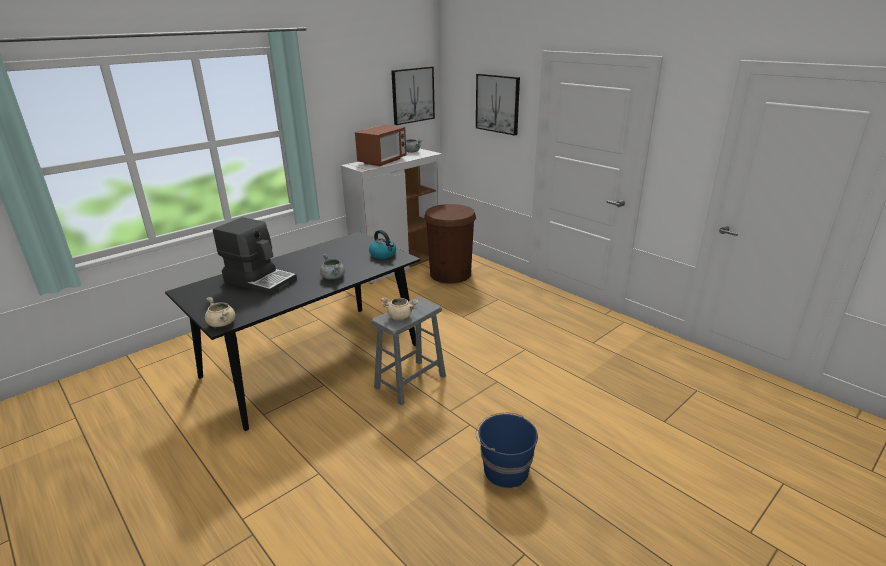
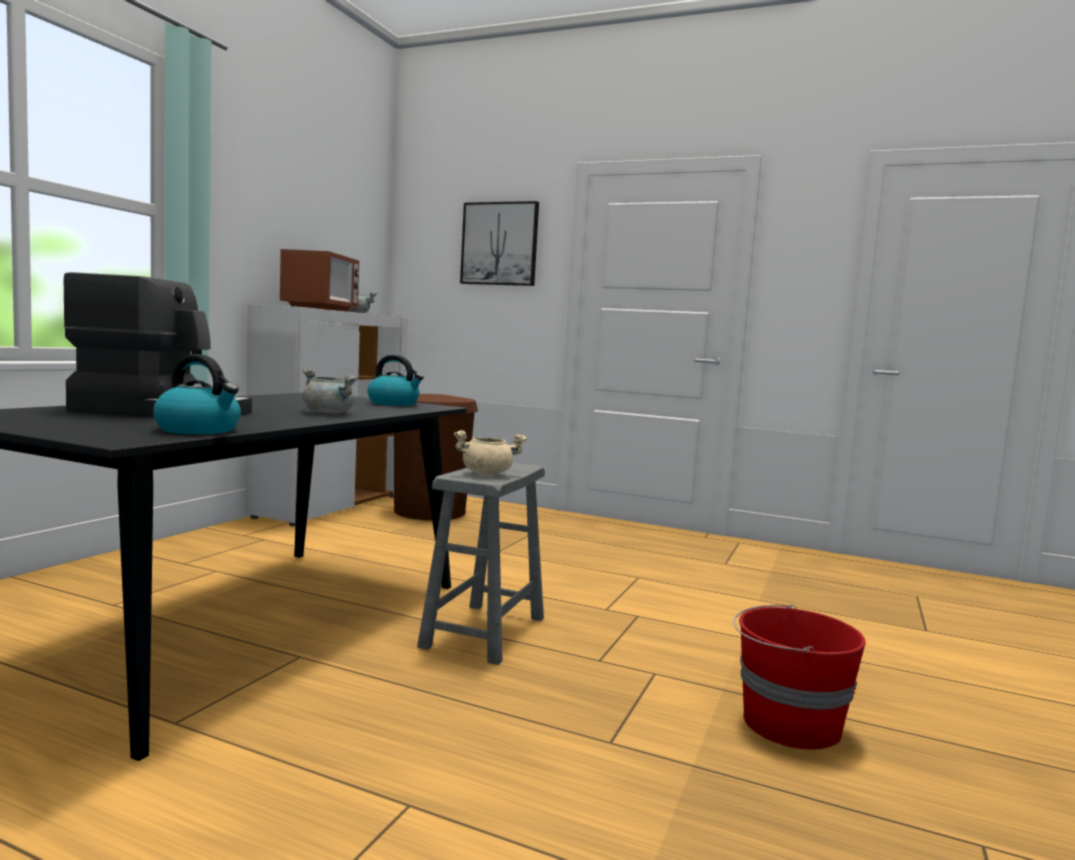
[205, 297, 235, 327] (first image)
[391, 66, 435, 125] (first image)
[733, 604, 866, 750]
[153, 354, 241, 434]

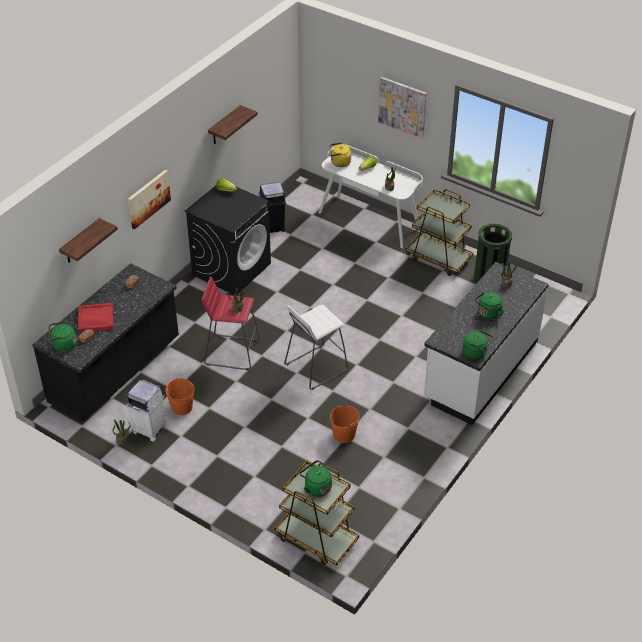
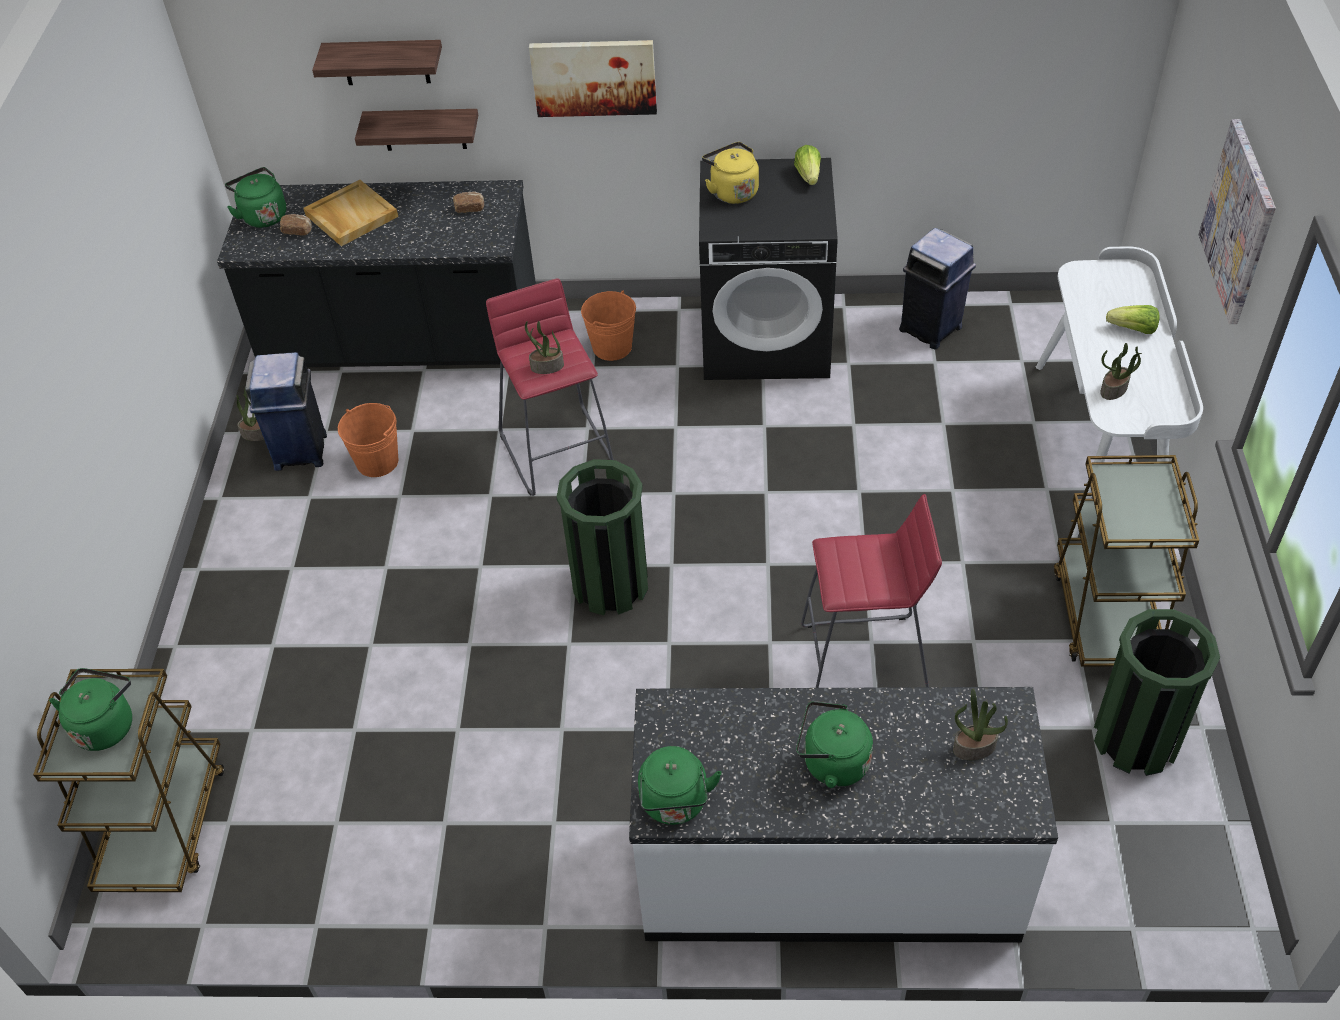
[304, 180, 398, 246]
[245, 352, 327, 471]
[355, 109, 478, 151]
[557, 459, 648, 615]
[702, 142, 759, 204]
[581, 290, 636, 361]
[801, 494, 942, 688]

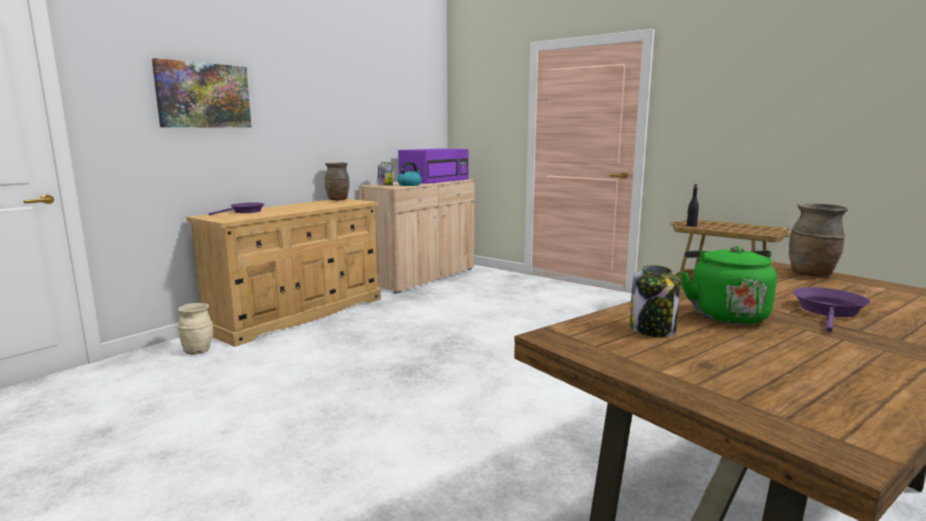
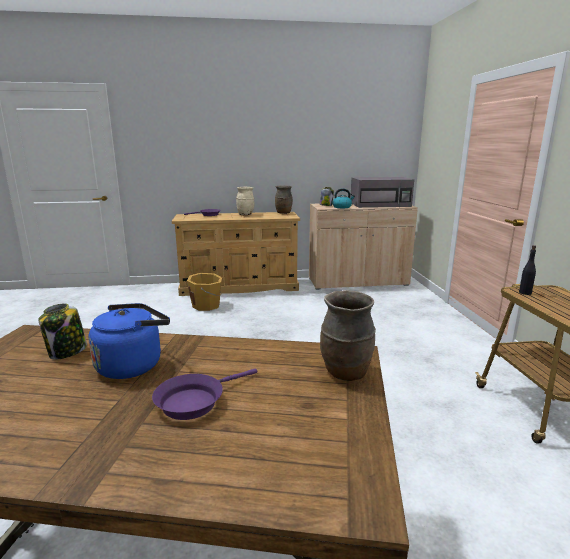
[152, 58, 252, 128] (first image)
[236, 186, 254, 215]
[351, 177, 414, 208]
[88, 303, 170, 379]
[152, 368, 257, 420]
[187, 273, 222, 311]

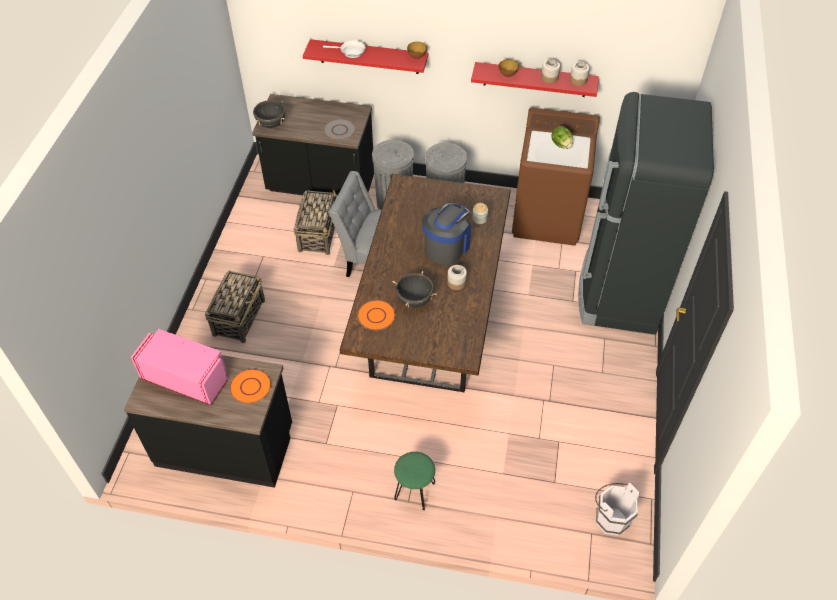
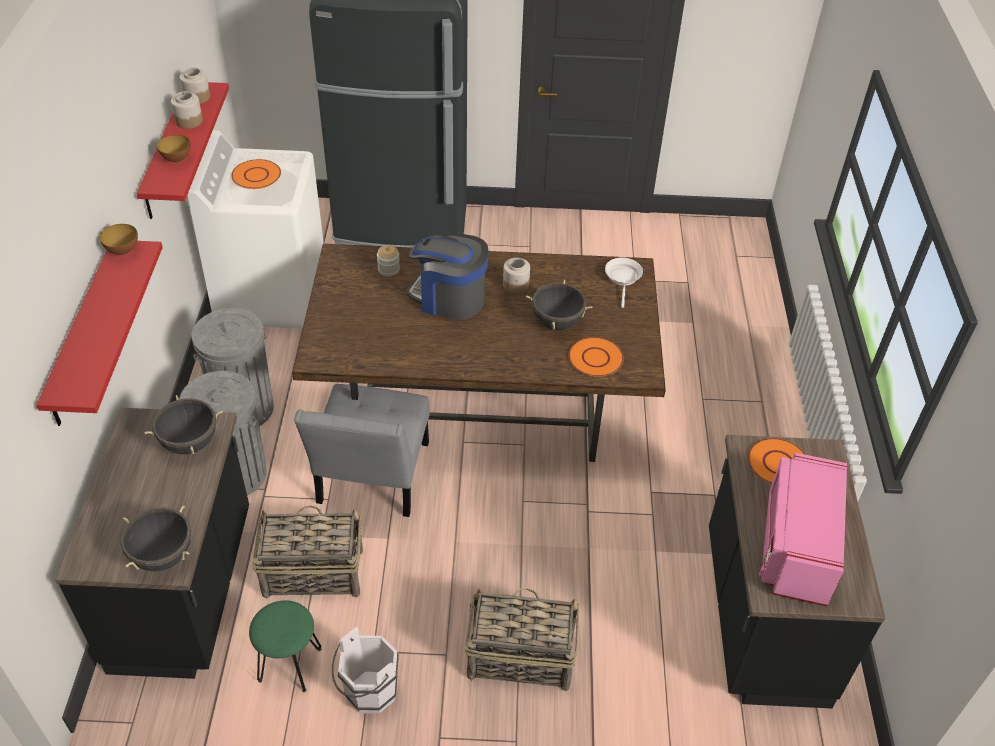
[605, 258, 643, 308]
[145, 395, 223, 454]
[249, 600, 321, 692]
[187, 130, 324, 329]
[231, 159, 281, 189]
[332, 627, 399, 713]

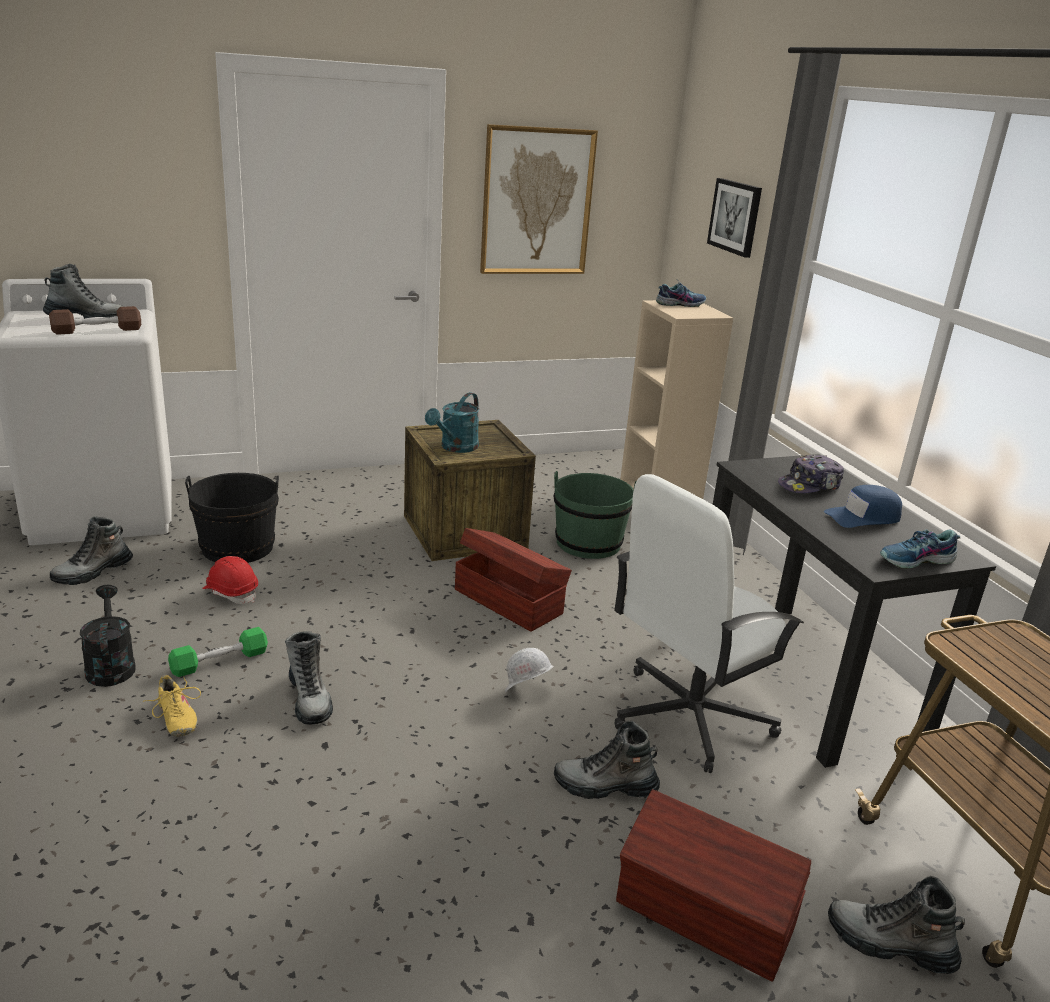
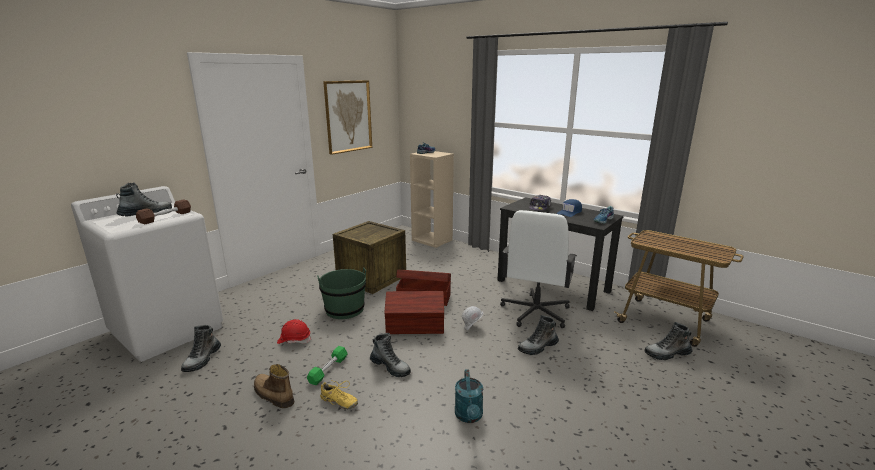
[254, 364, 294, 408]
[185, 473, 279, 563] (first image)
[455, 369, 483, 423]
[317, 267, 366, 319]
[385, 291, 444, 334]
[707, 178, 762, 258] (first image)

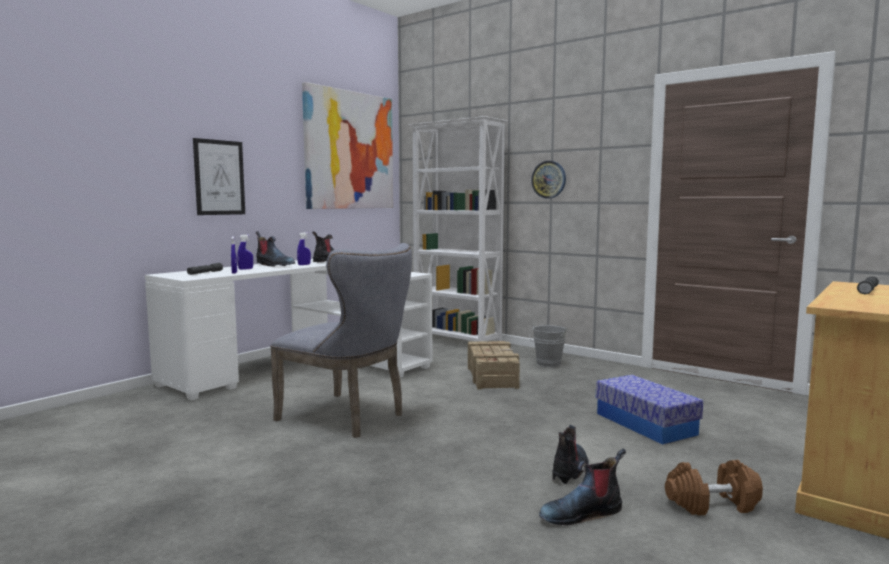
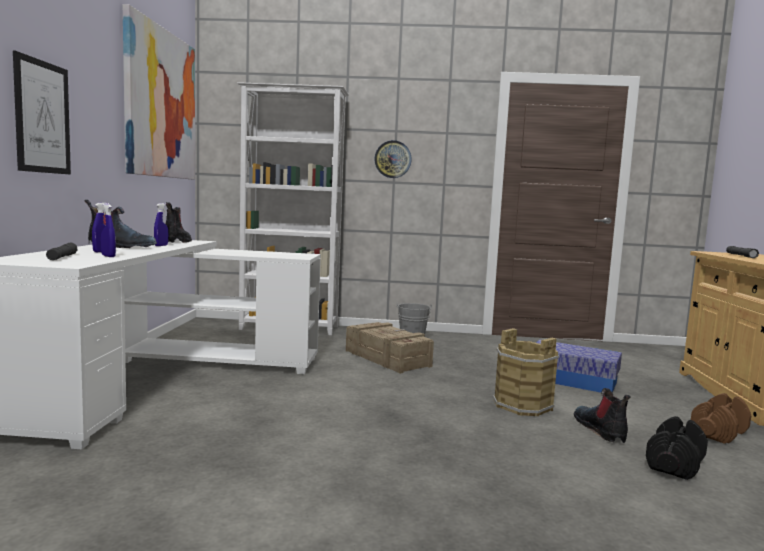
[270, 243, 412, 438] (first image)
[646, 416, 708, 480]
[493, 328, 559, 417]

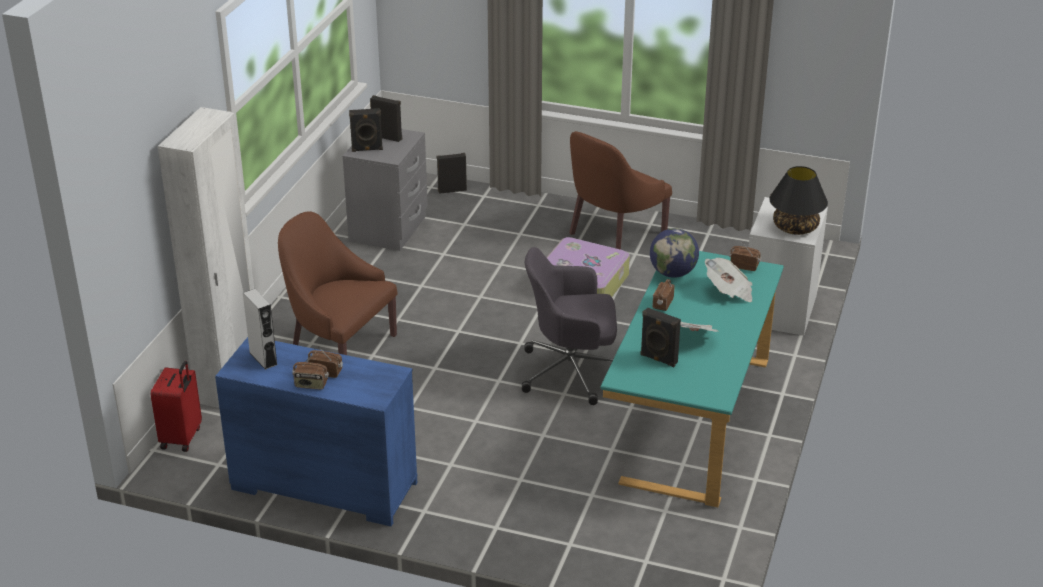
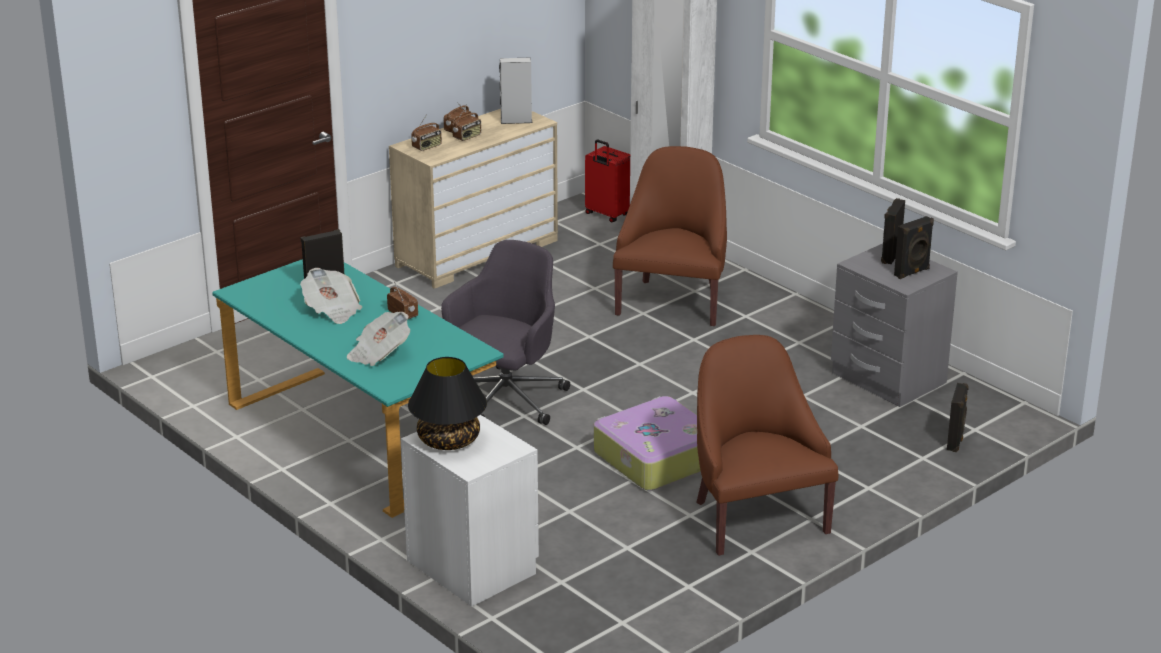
[389, 109, 558, 289]
[613, 146, 727, 326]
[650, 228, 699, 278] (first image)
[411, 114, 442, 151]

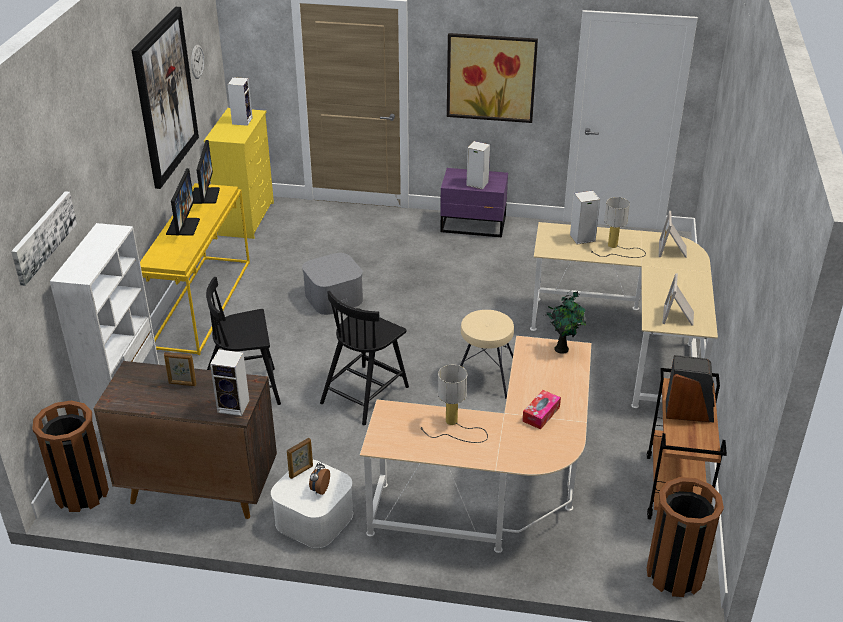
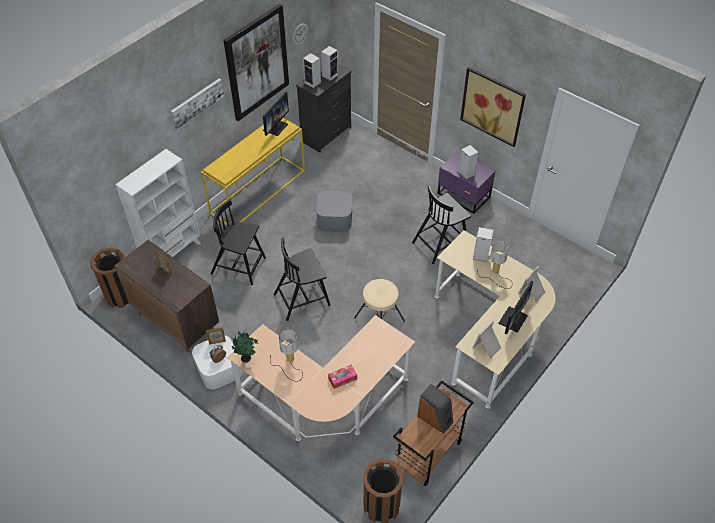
[171, 78, 224, 129]
[498, 280, 534, 334]
[296, 64, 352, 153]
[303, 53, 321, 88]
[232, 330, 258, 363]
[412, 184, 471, 264]

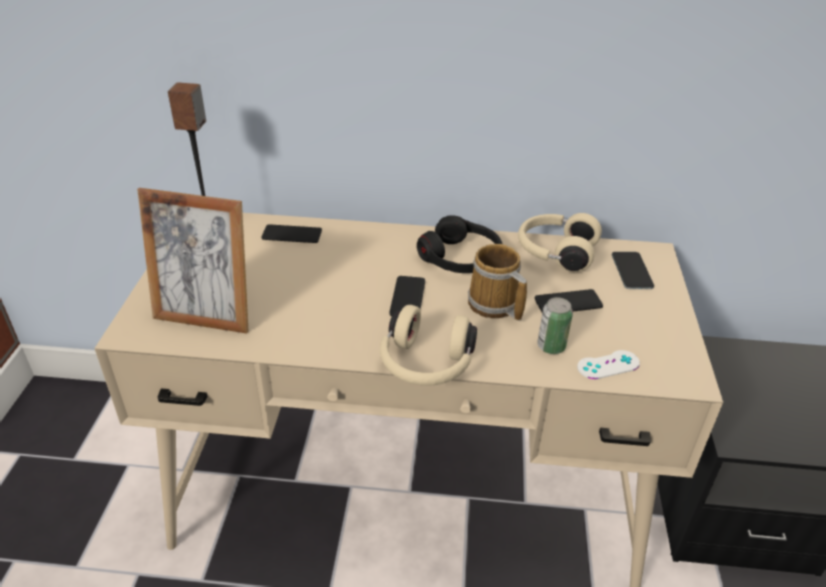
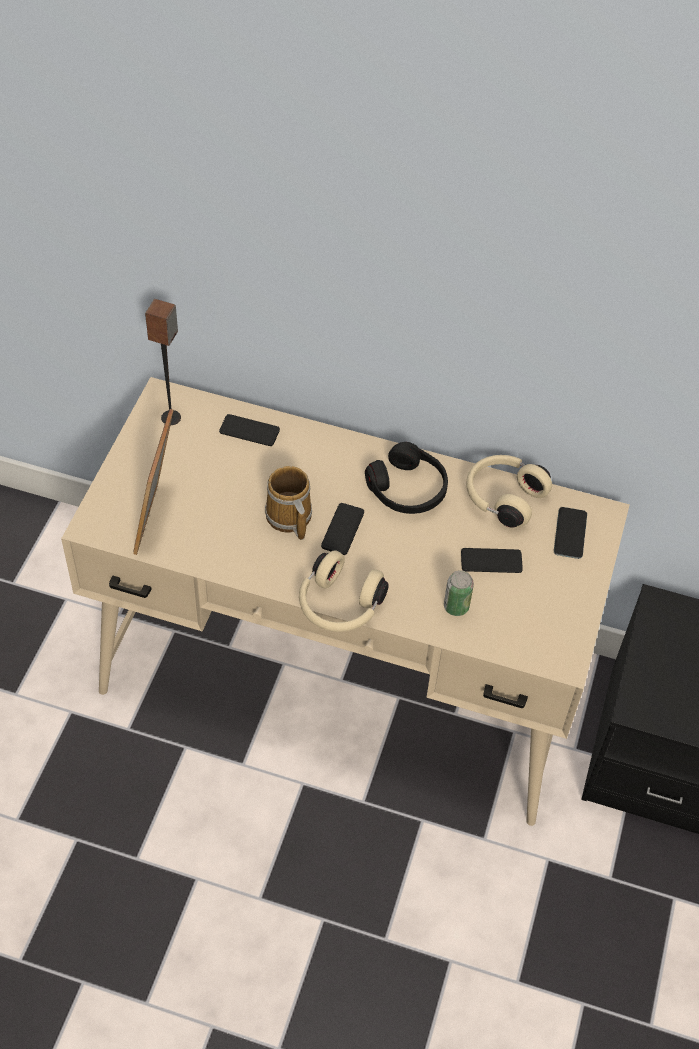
[133, 409, 174, 555]
[265, 466, 312, 540]
[577, 350, 640, 379] (first image)

